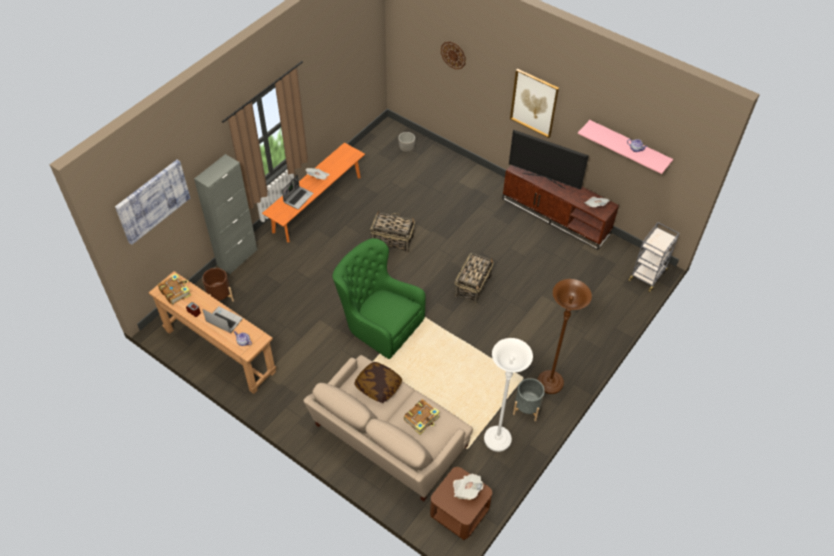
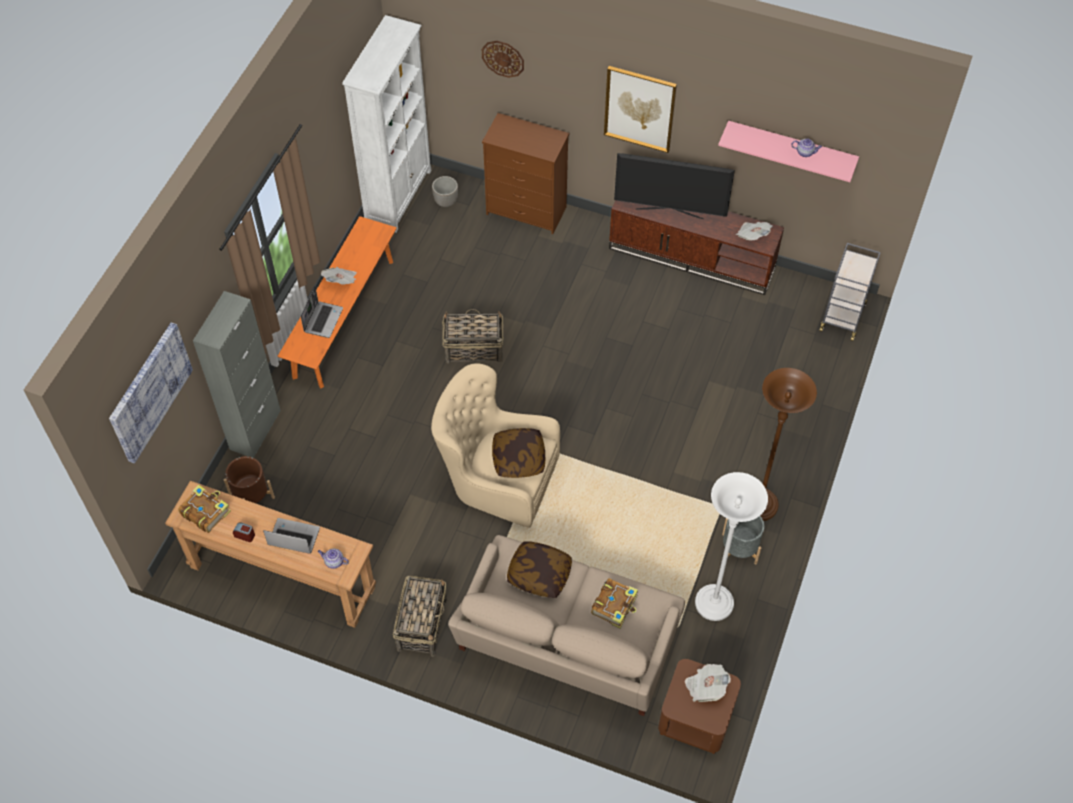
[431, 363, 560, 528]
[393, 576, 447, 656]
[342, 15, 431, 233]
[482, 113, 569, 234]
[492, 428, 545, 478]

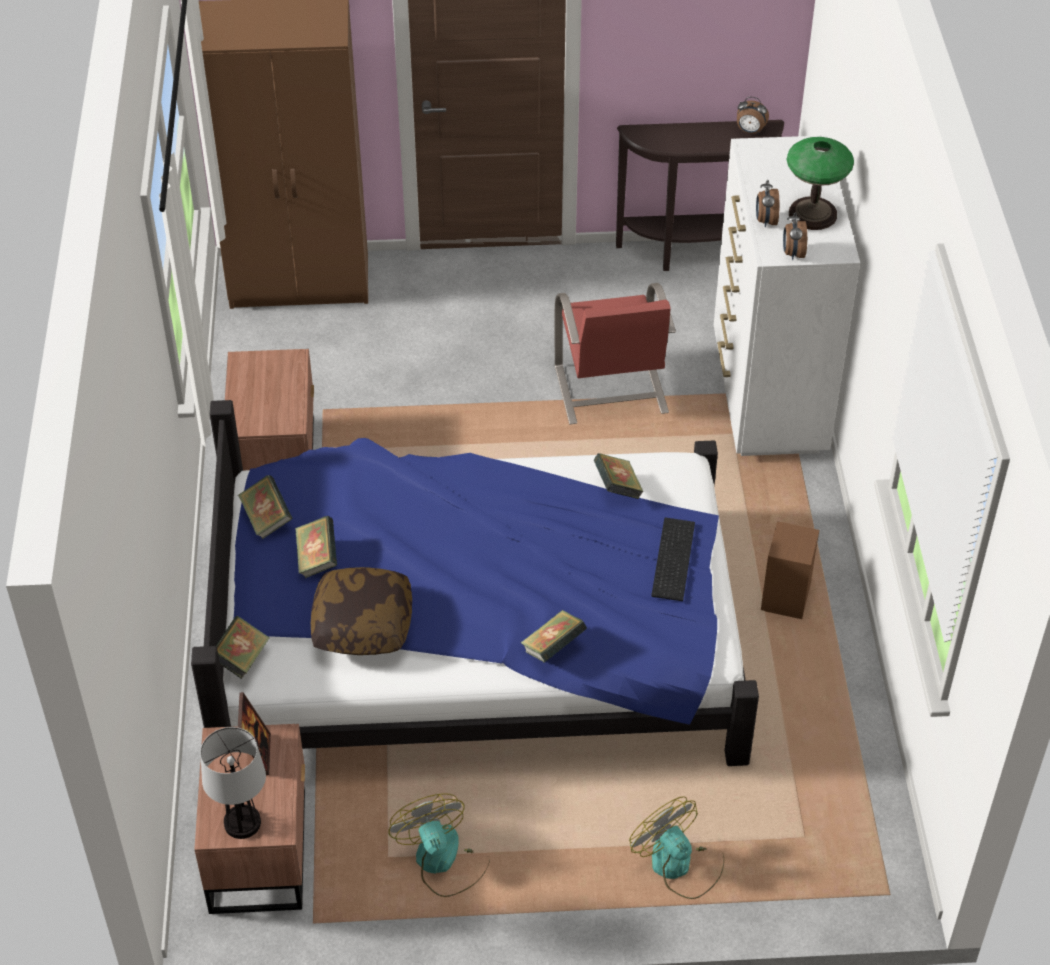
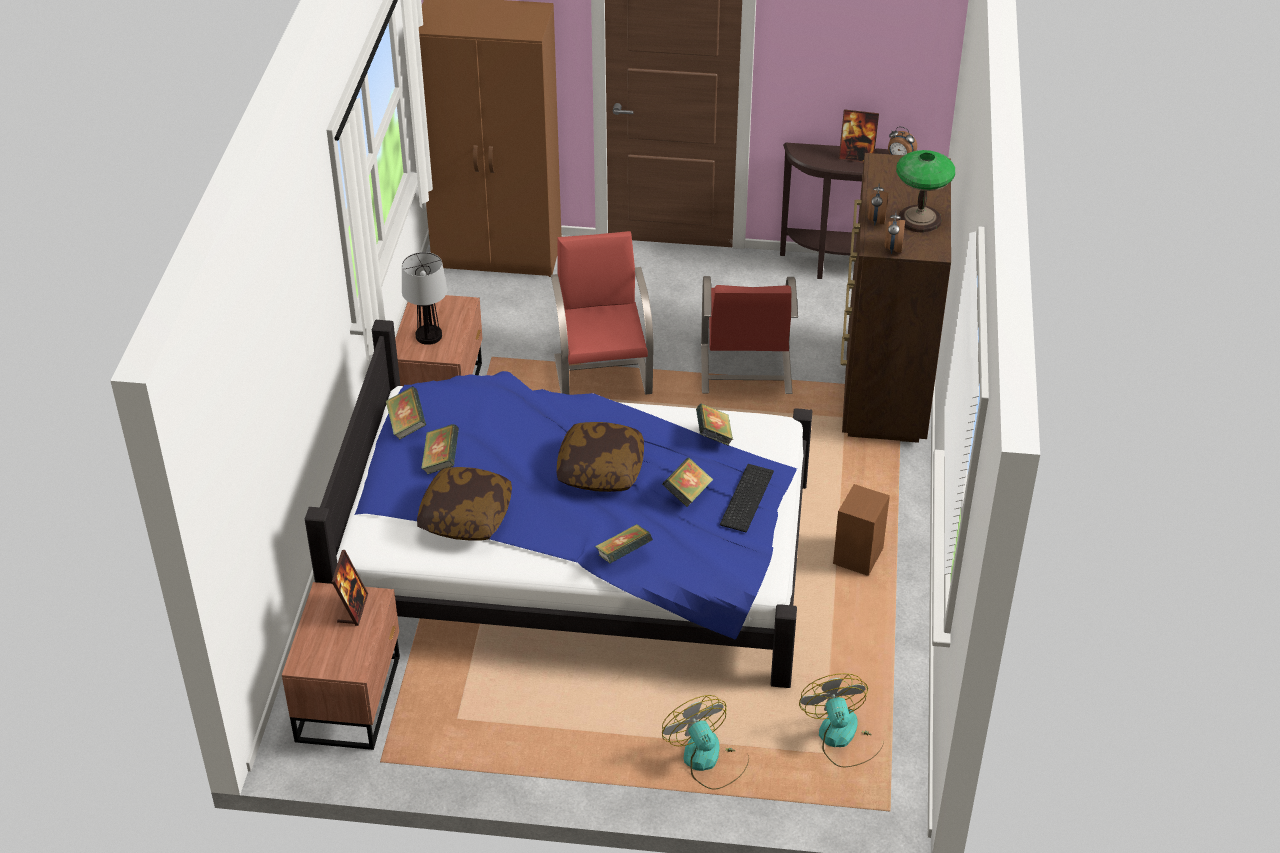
[402, 252, 447, 345]
[662, 457, 713, 507]
[799, 673, 883, 767]
[840, 153, 951, 443]
[551, 231, 653, 395]
[557, 422, 644, 492]
[838, 109, 879, 163]

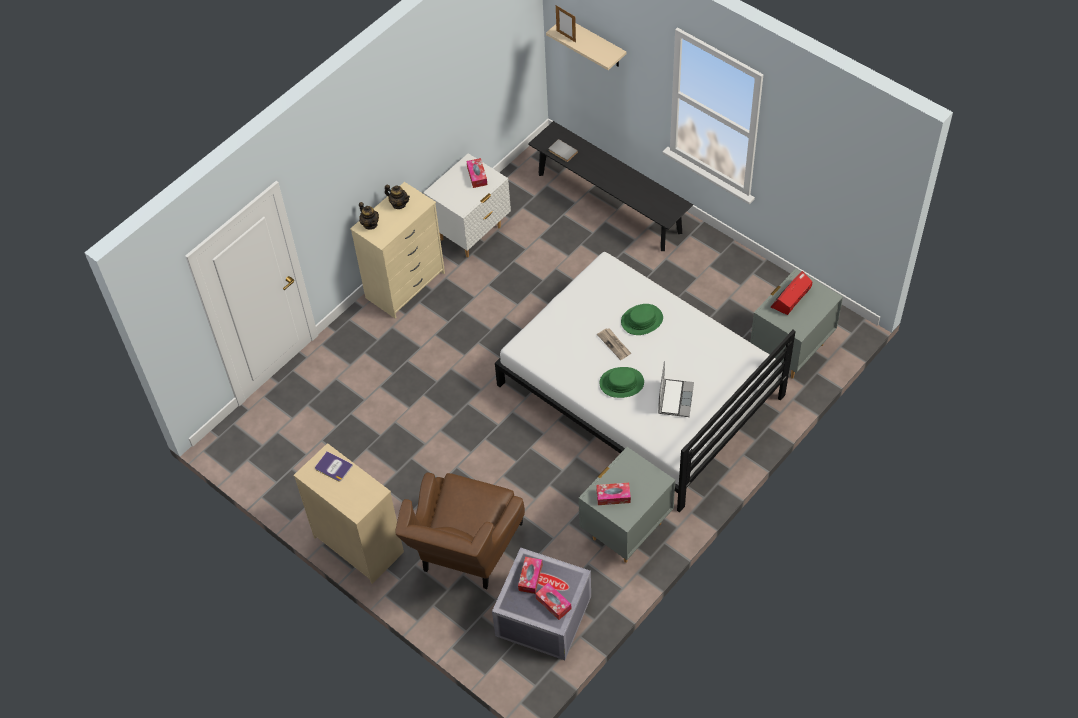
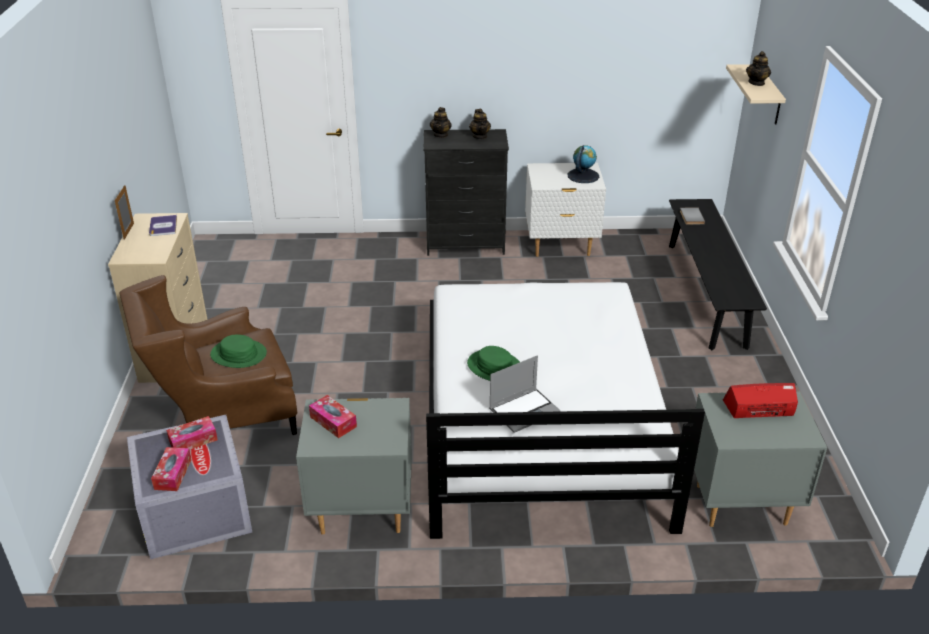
[424, 129, 509, 256]
[567, 145, 599, 183]
[114, 185, 134, 240]
[597, 328, 631, 360] (first image)
[210, 335, 267, 368]
[746, 51, 771, 86]

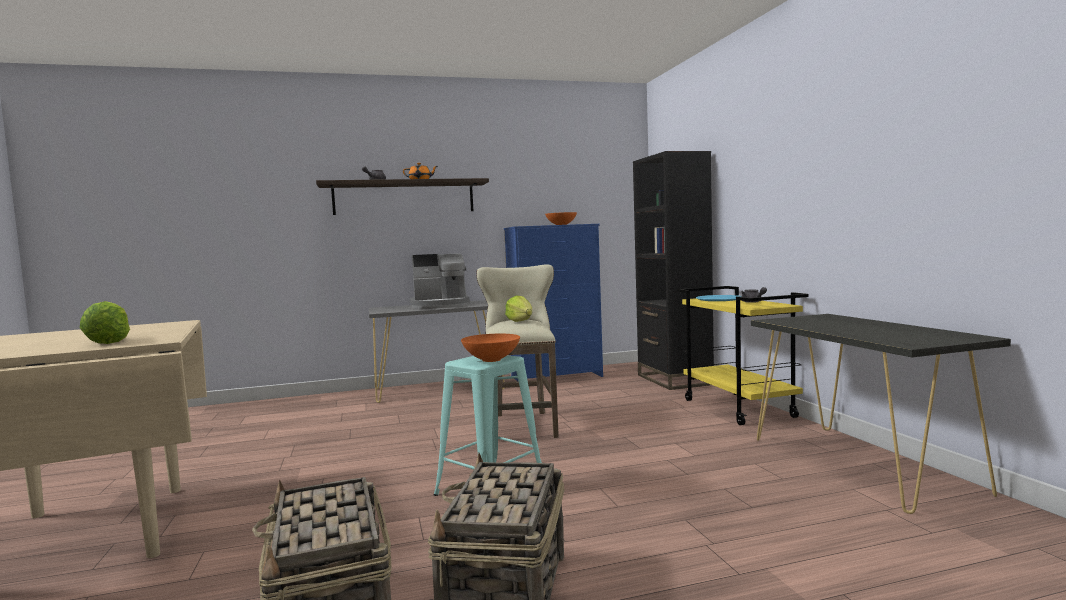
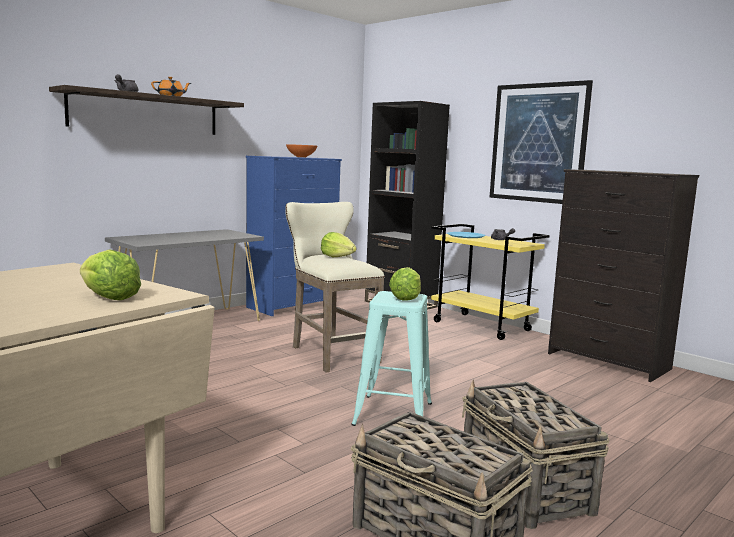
[410, 253, 470, 309] (first image)
[389, 267, 421, 301]
[548, 169, 699, 382]
[490, 80, 593, 204]

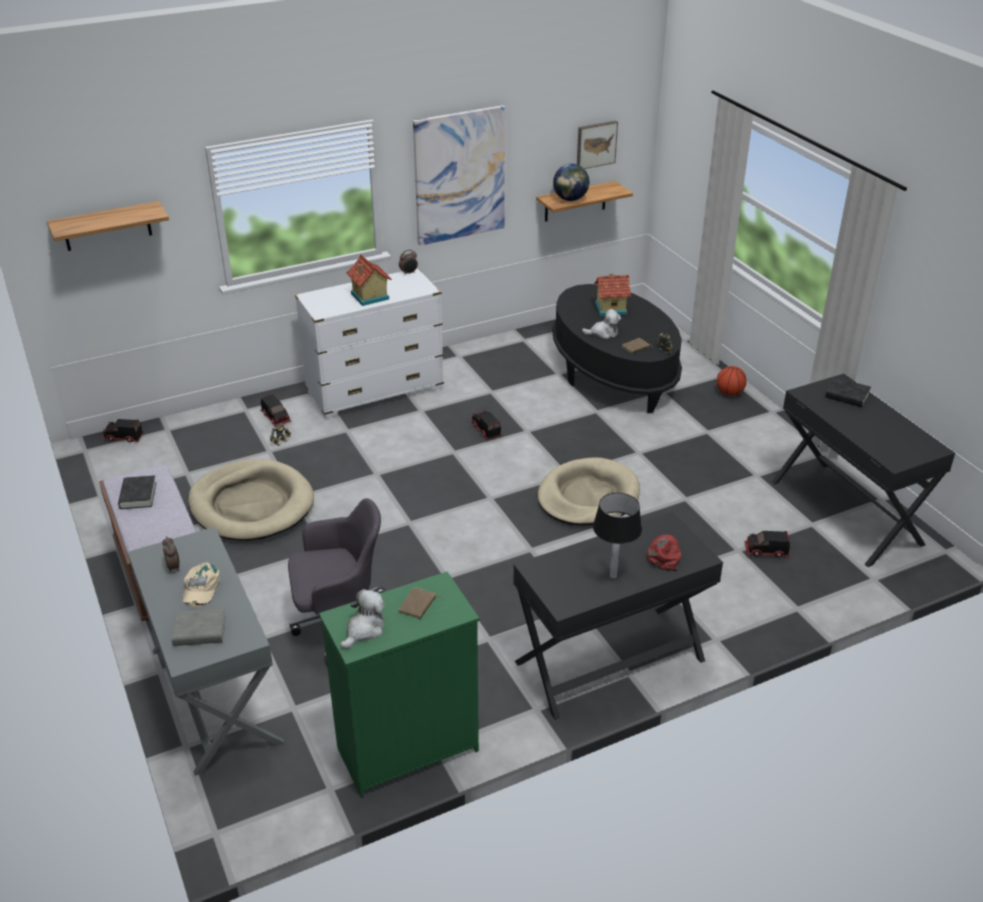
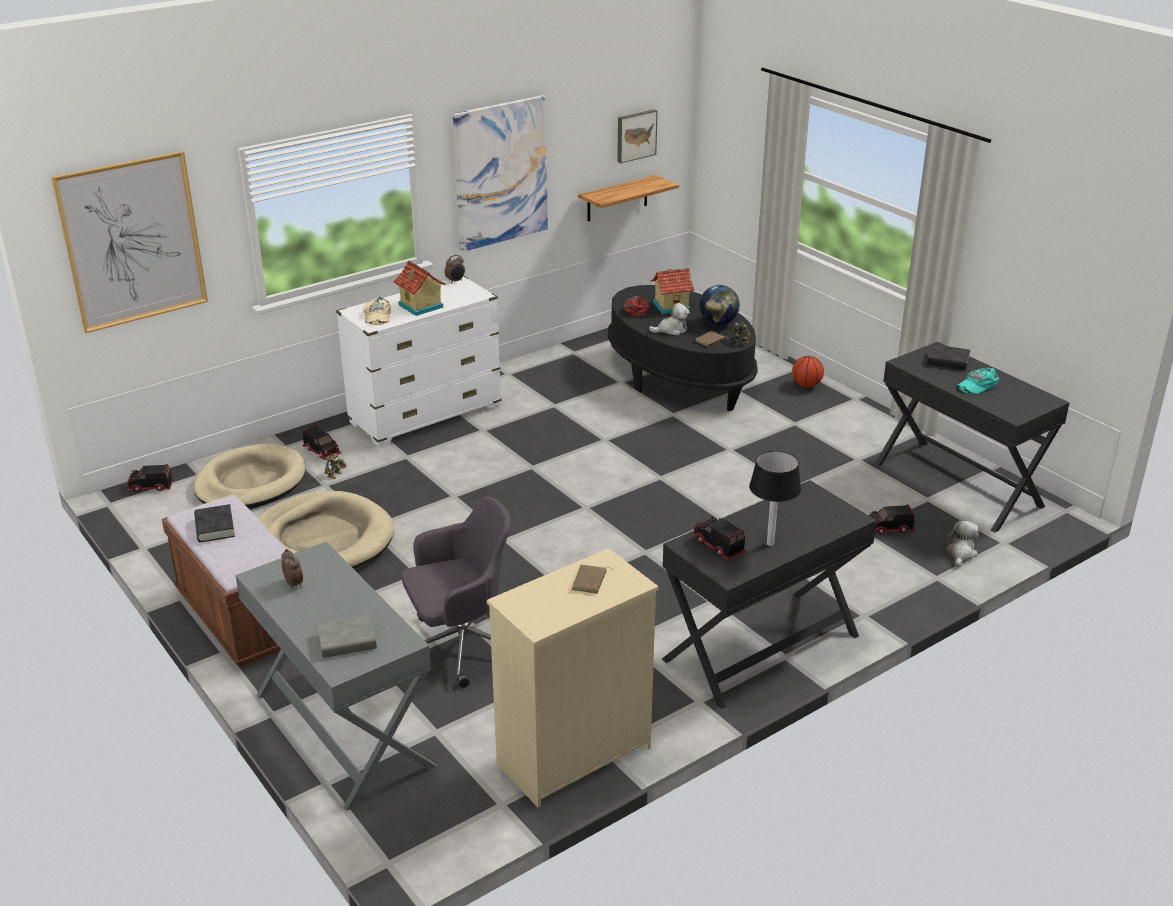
[51, 151, 208, 333]
[363, 296, 391, 325]
[487, 548, 658, 808]
[947, 521, 979, 567]
[691, 516, 747, 560]
[193, 443, 306, 508]
[699, 285, 740, 326]
[624, 296, 649, 317]
[957, 368, 999, 394]

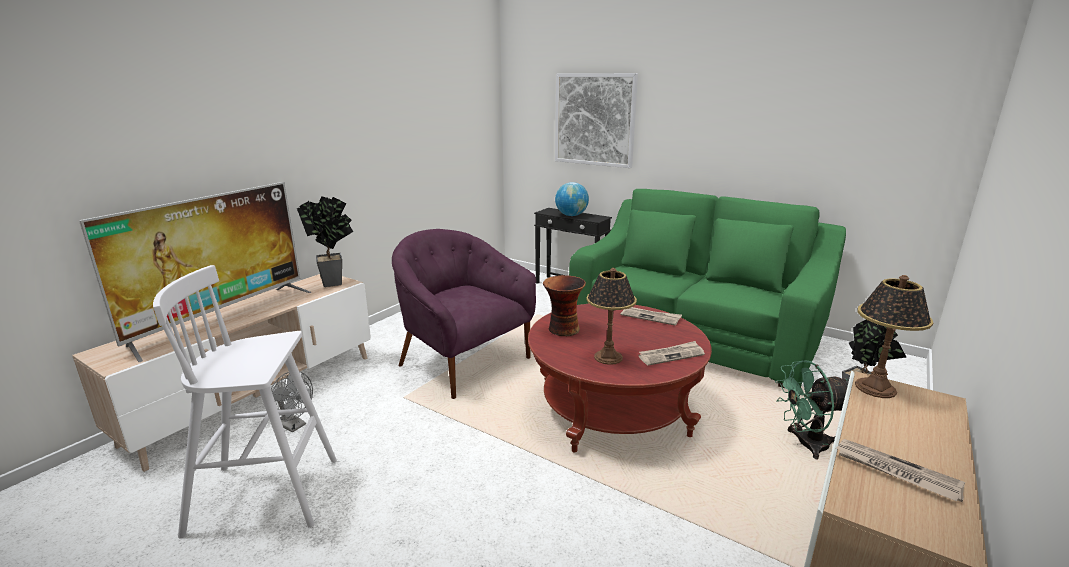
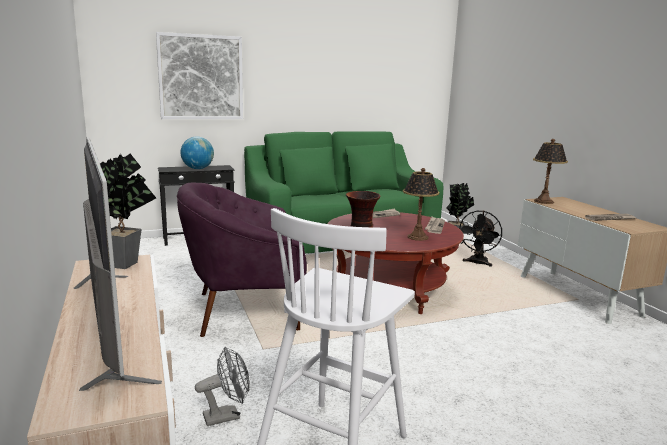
[459, 211, 502, 267]

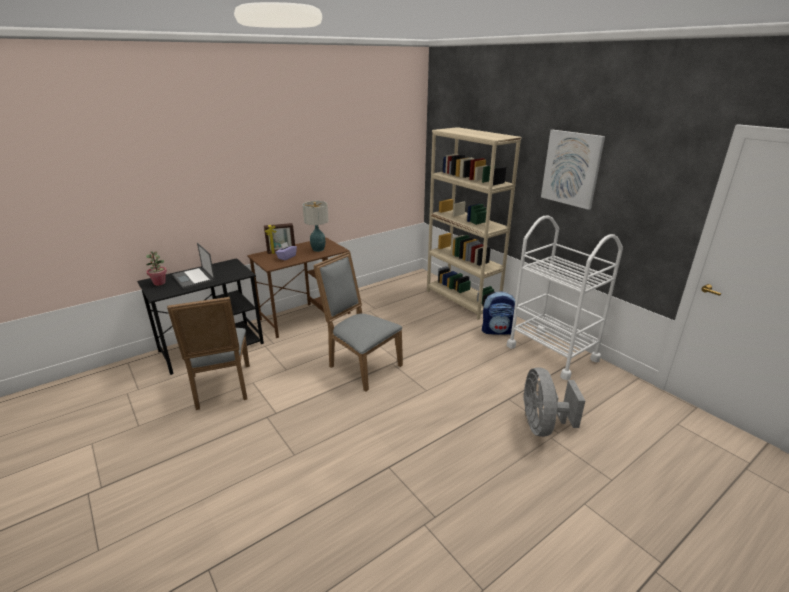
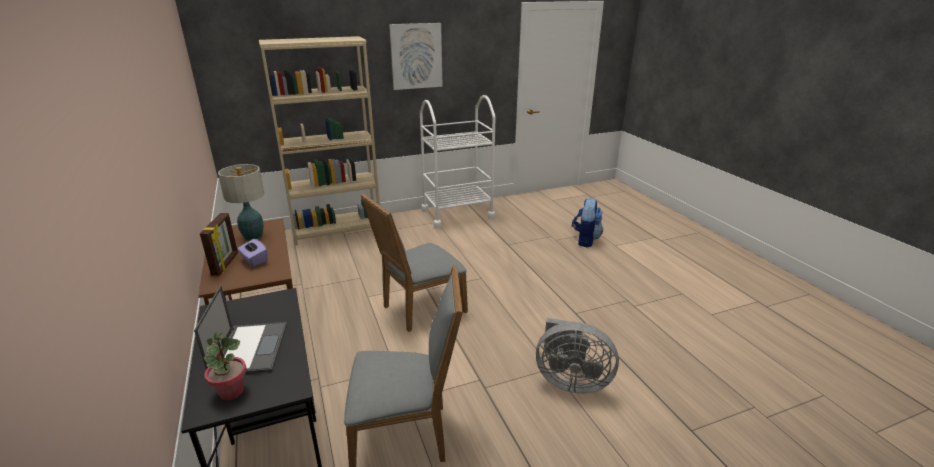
[194, 285, 287, 374]
[572, 198, 603, 247]
[536, 318, 619, 393]

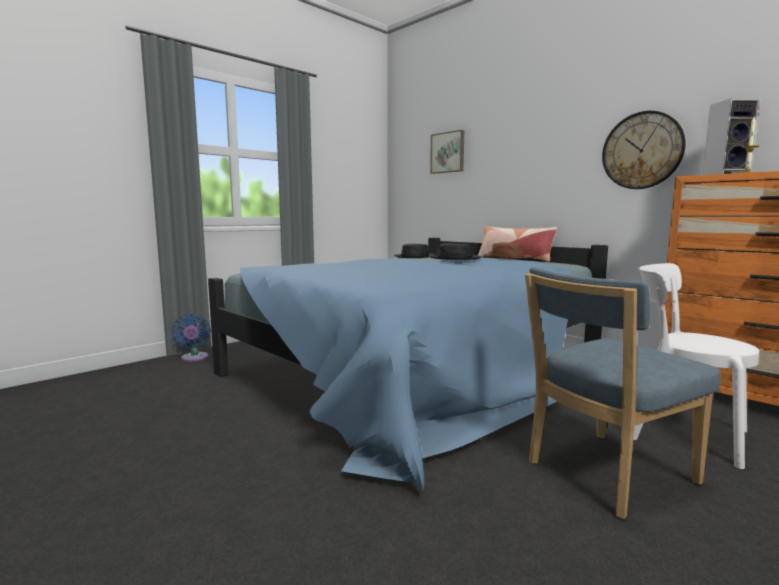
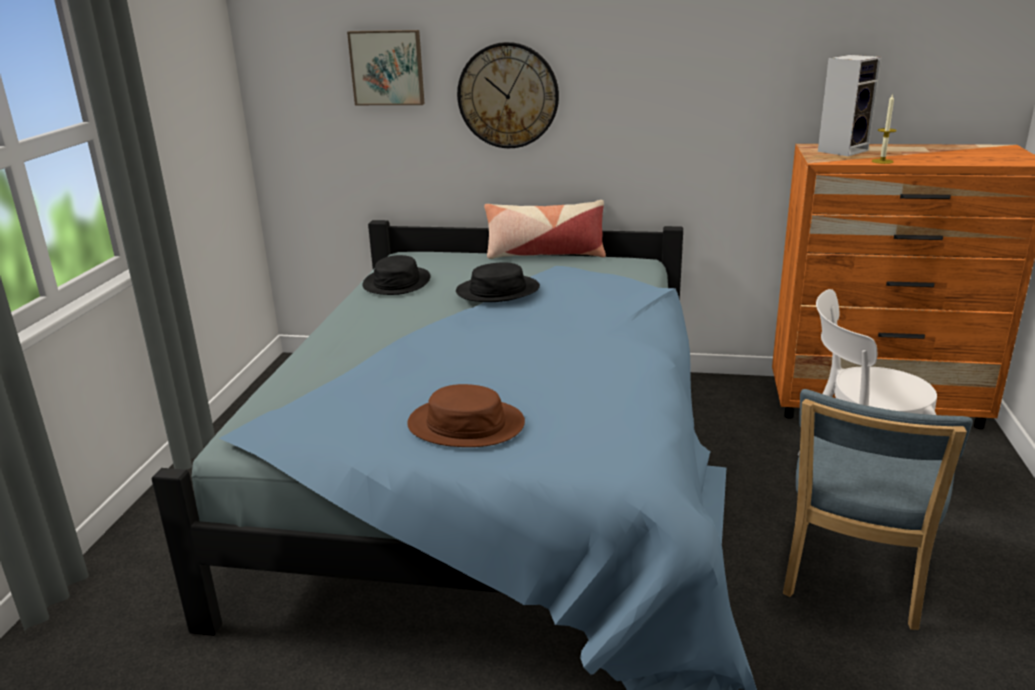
[172, 313, 211, 362] (first image)
[407, 384, 525, 447]
[457, 42, 559, 148]

